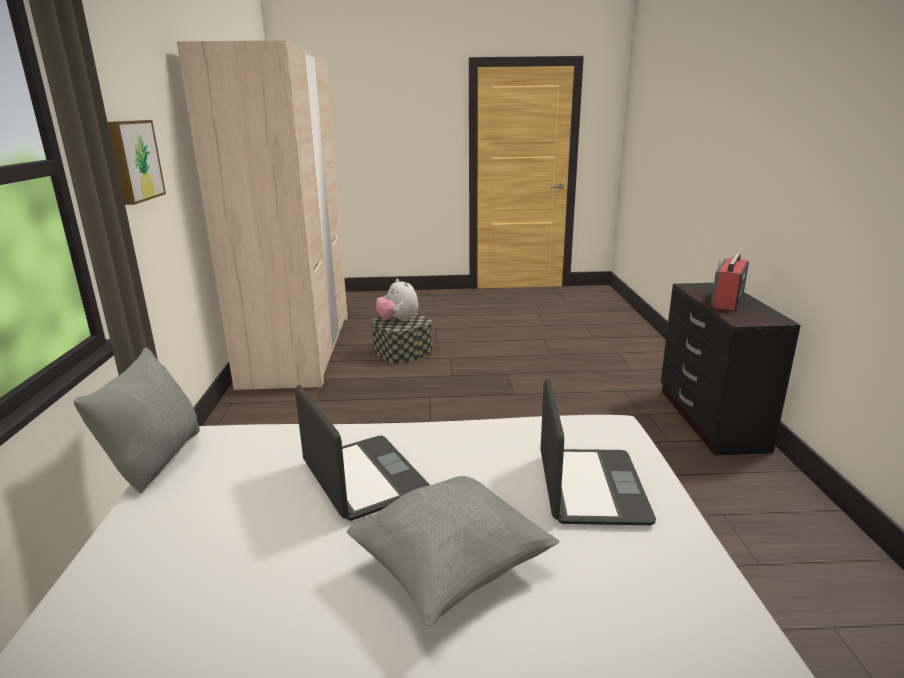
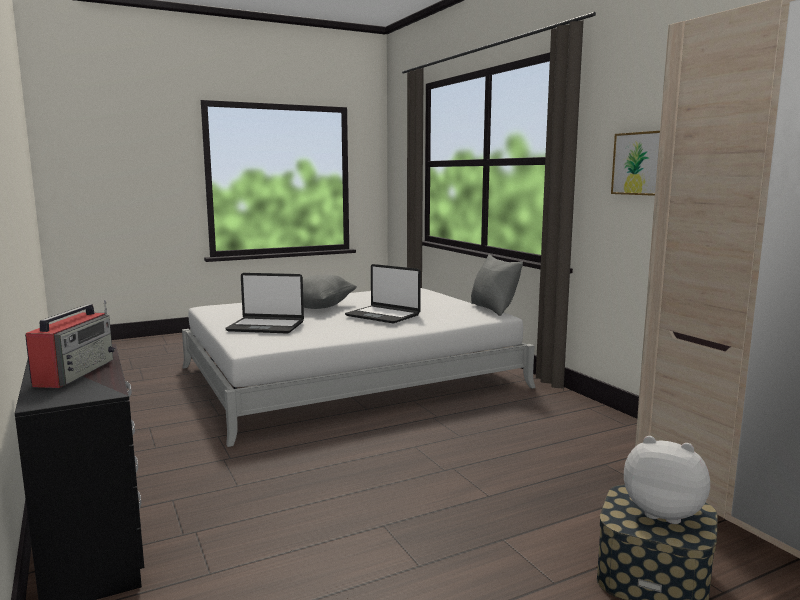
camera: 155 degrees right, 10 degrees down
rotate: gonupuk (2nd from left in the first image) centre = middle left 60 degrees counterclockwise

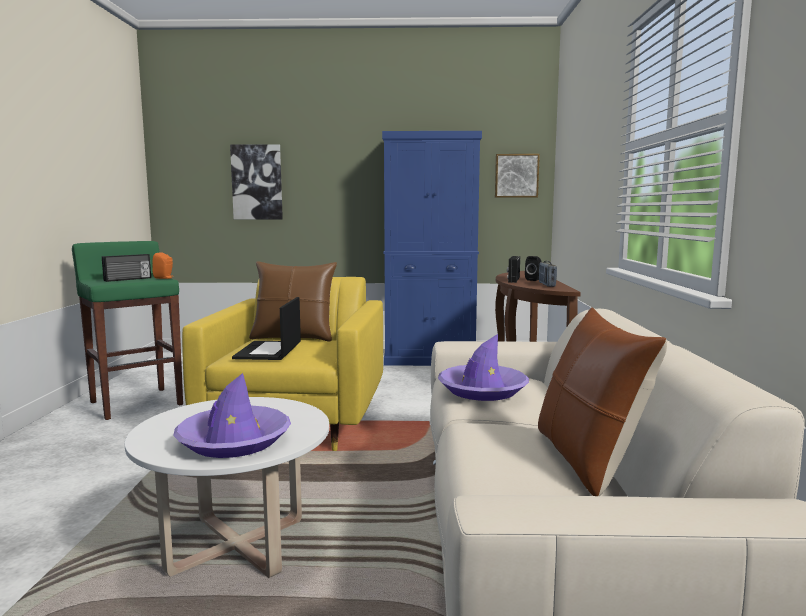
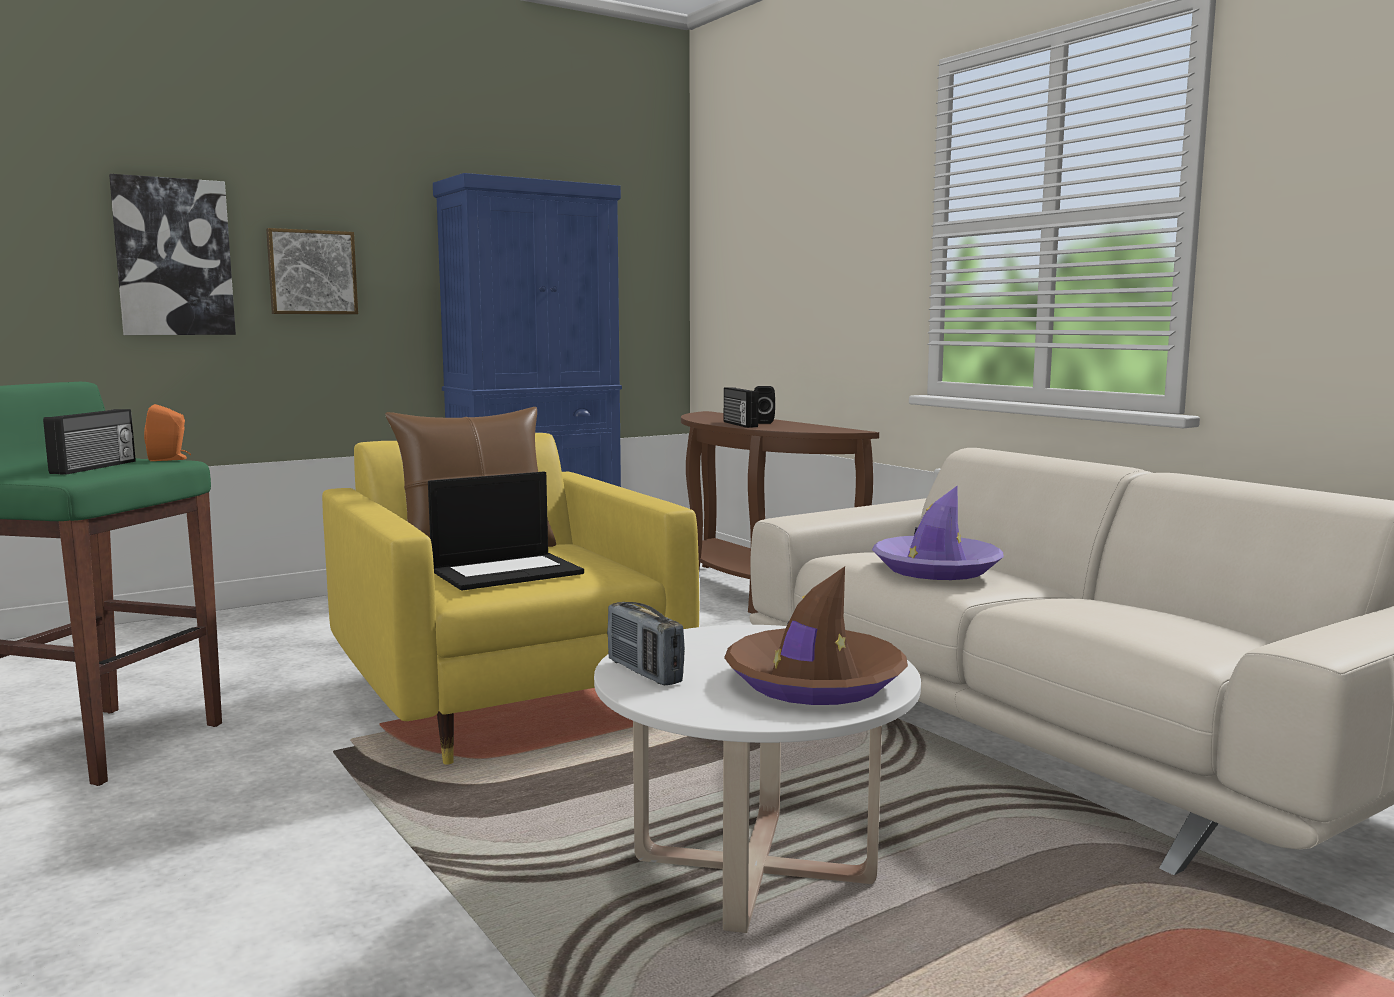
camera: 35 degrees left, 0 degrees up
delete: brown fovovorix (2nd from left) middle right
move: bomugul (2nd from left) top centre to top left; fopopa (3rd from left in the first image) middle right to fopopa (2nd from left) centre
recolor: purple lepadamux (1st from left) bottom left to brown lepadamux centre
rotate: gonupuk middle left = centre 90 degrees counterclockwise

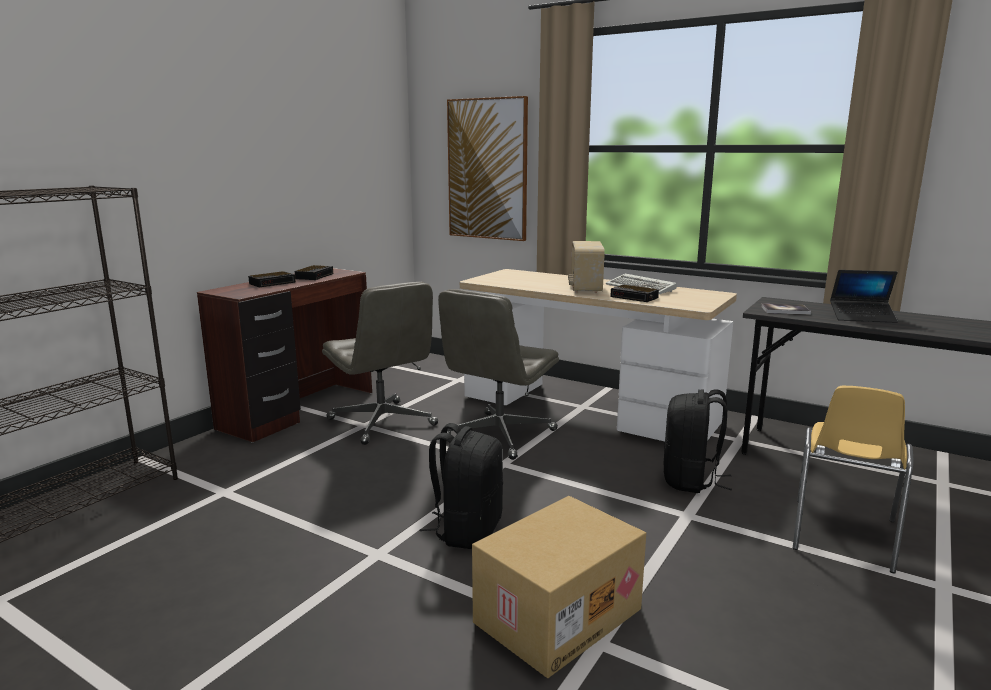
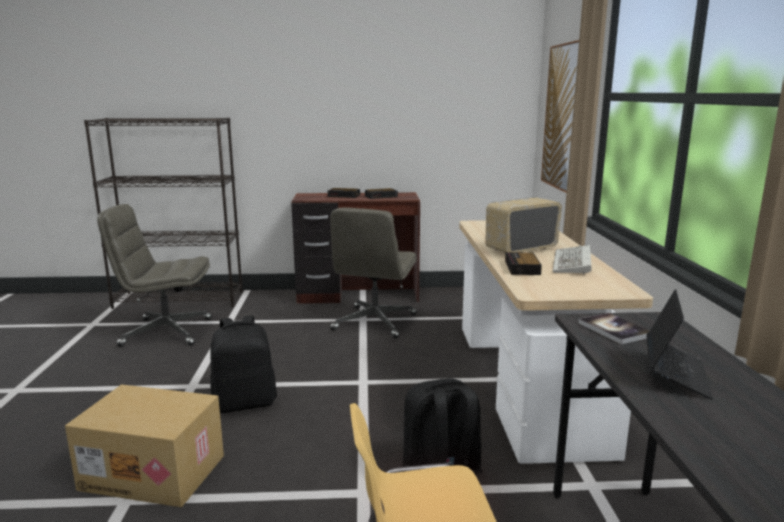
camera: 55 degrees right, 0 degrees up
move: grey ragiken (2nd from left in the first image) centre to grey ragiken (1st from left) middle left
rotate: gonupuk middle right = middle right 135 degrees counterclockwise

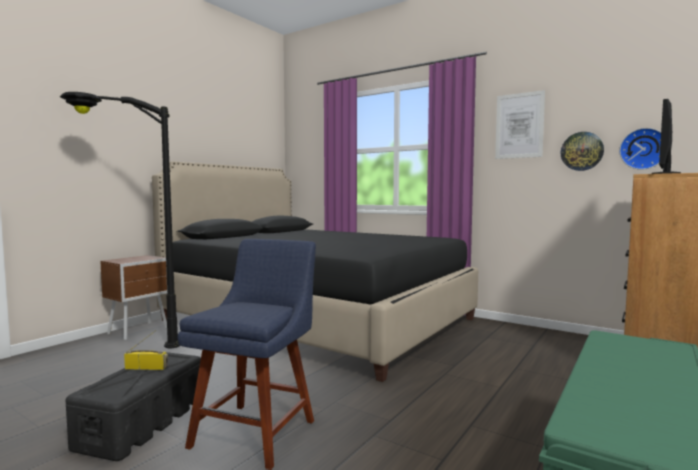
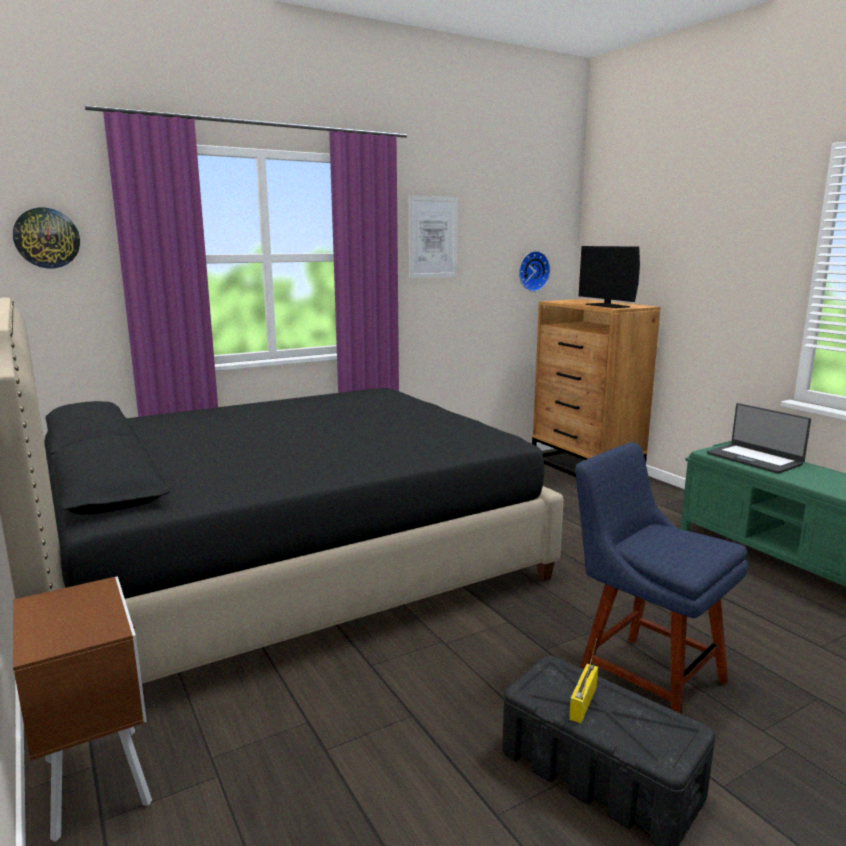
camera: 65 degrees left, 10 degrees up
delete: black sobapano middle left
insert: gonupuk middle right
move: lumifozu (1st from left) top right to top left

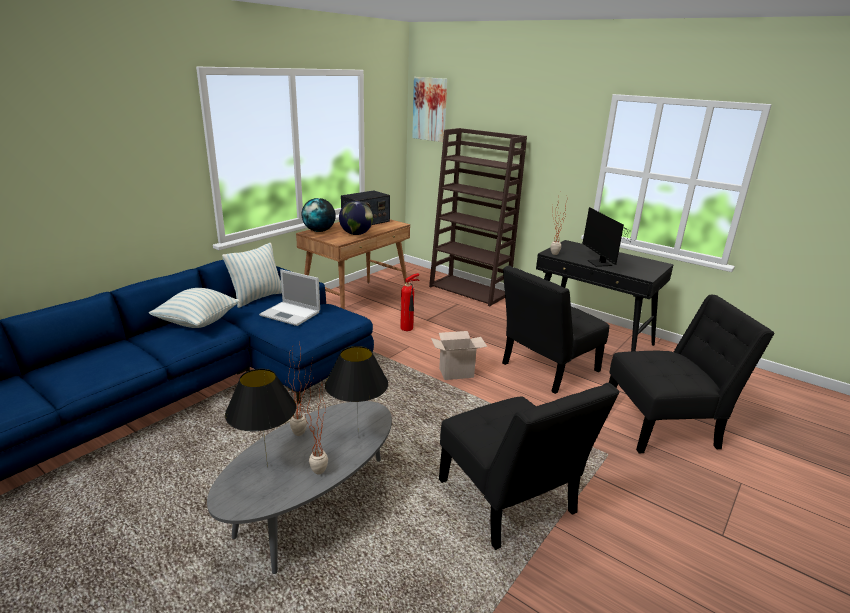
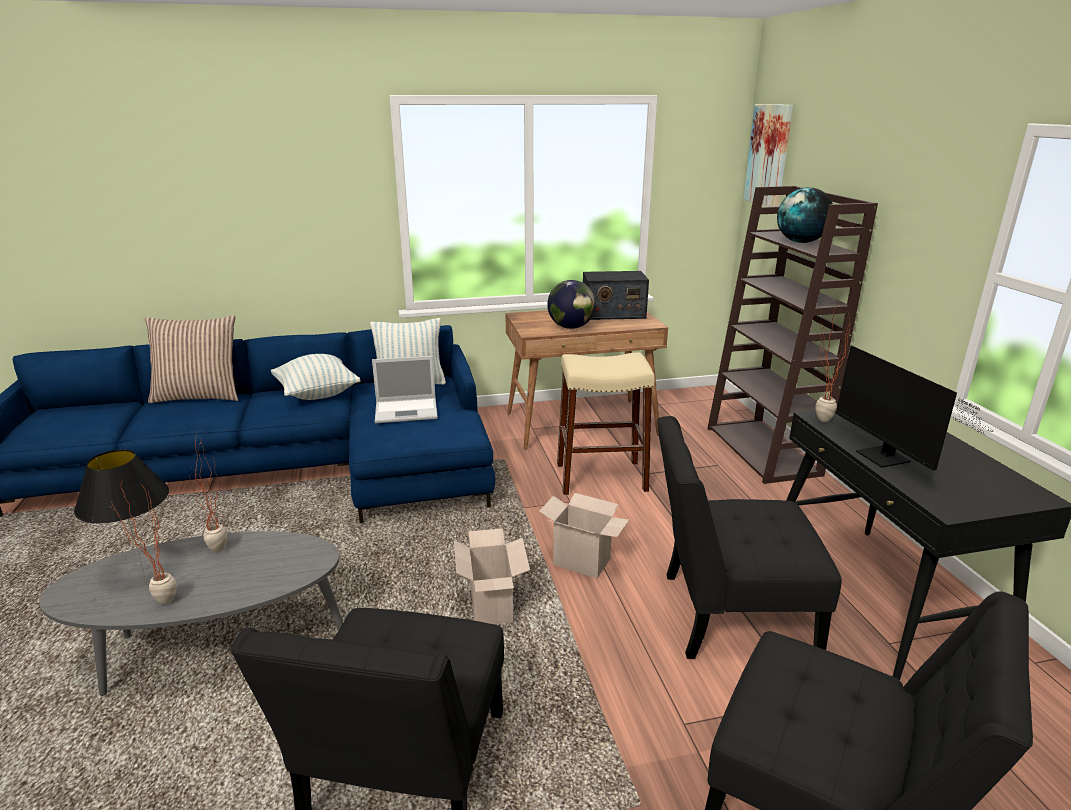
camera: 40 degrees right, 0 degrees up
delete: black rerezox (2nd from left) centre
insert: fovovorix (1st from left) middle left; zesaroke (1st from left) bottom centre
move: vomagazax (1st from left in the first image) centre to vomagazax (2nd from left) top right
replace: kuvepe centre to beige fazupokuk centre
rotate: gonupuk centre = centre 75 degrees counterclockwise; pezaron middle right = middle right 45 degrees counterclockwise

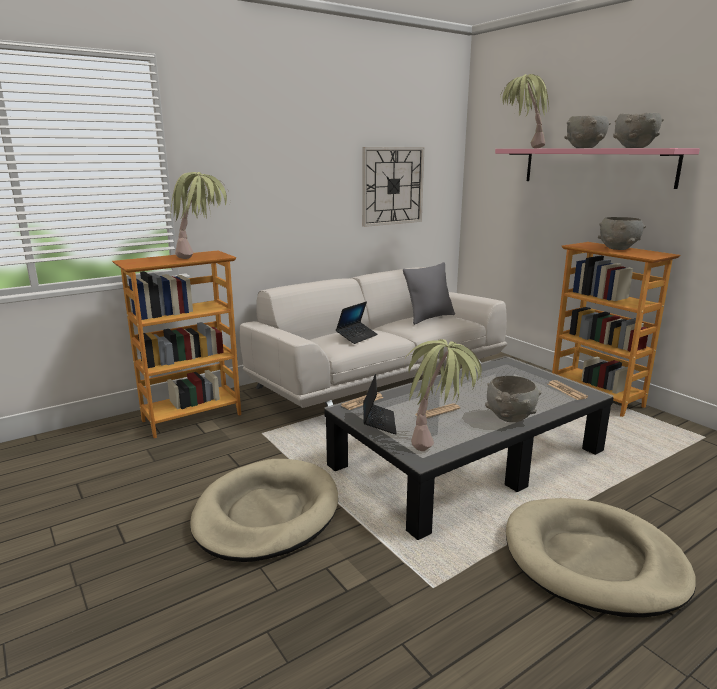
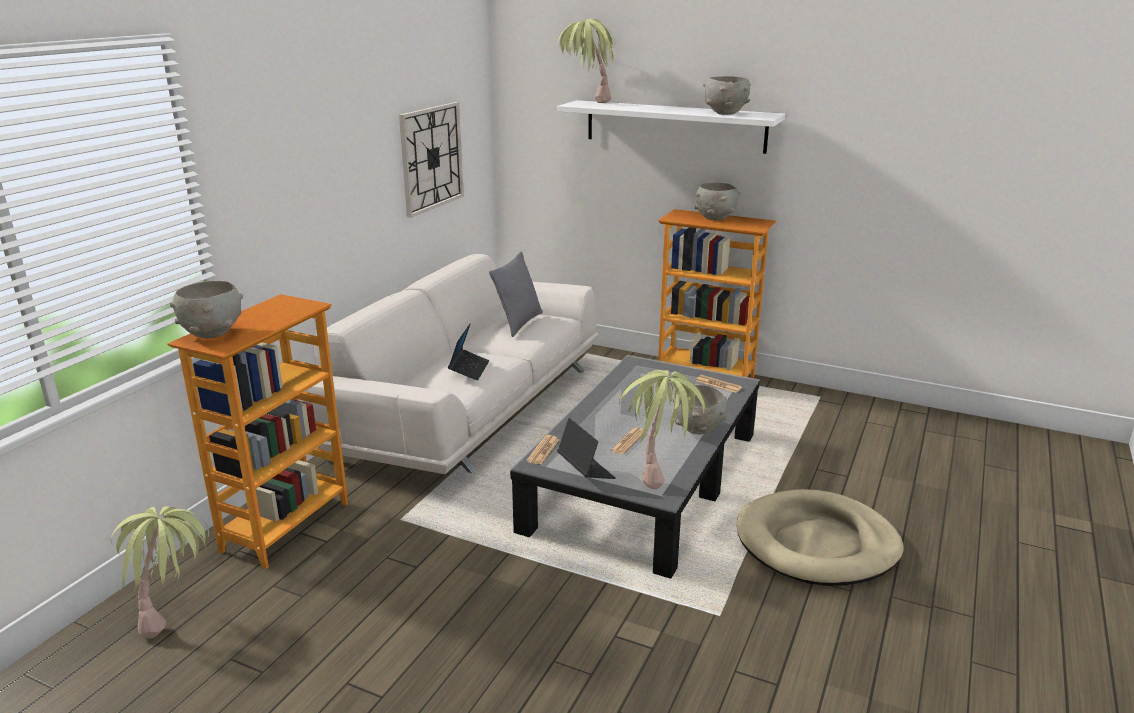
camera: 30 degrees left, 5 degrees up
delete: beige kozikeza (1st from left) bottom centre
move: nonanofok (1st from left) top left to bottom left; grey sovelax (2nd from left in the first image) top right to grey sovelax (1st from left) middle left
recolor: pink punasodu top right to white punasodu top centre

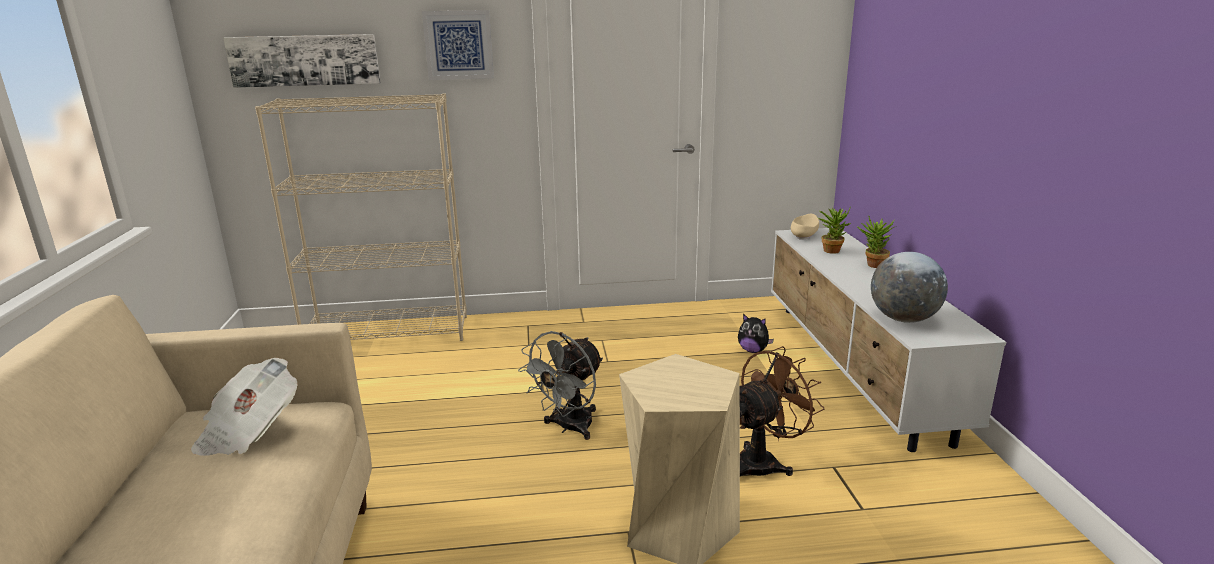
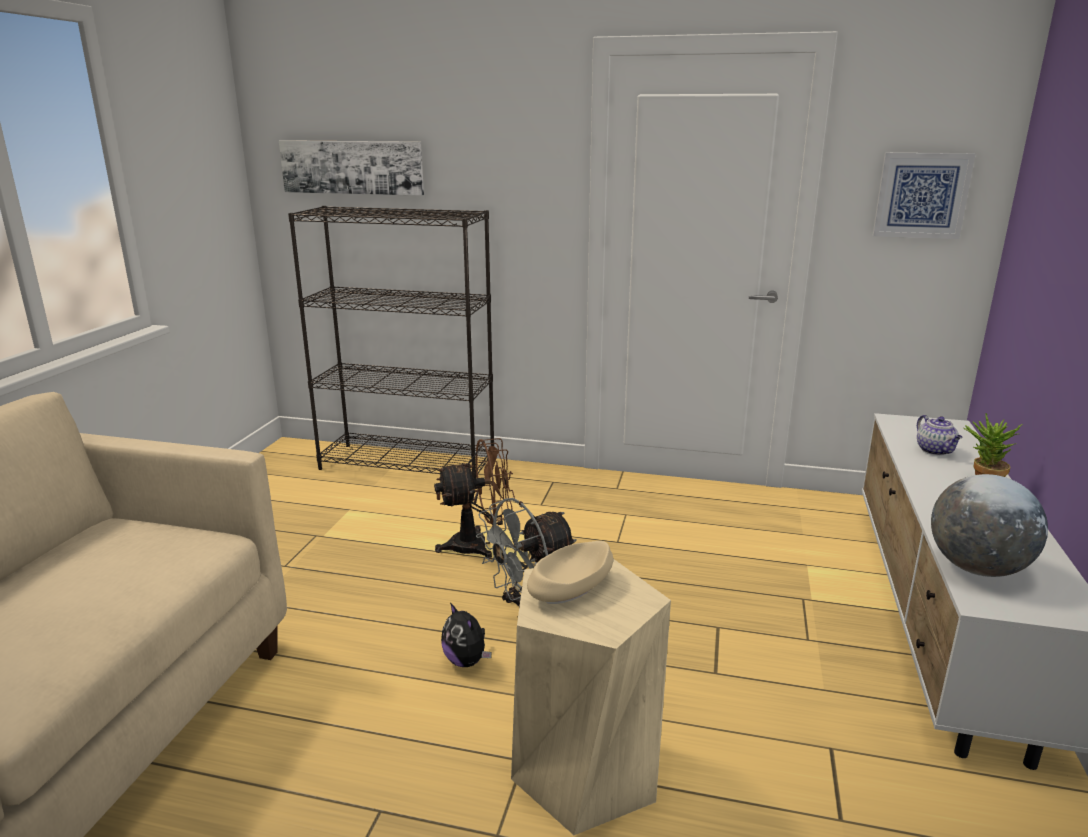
camera: 20 degrees right, 0 degrees up
delete: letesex bottom left
move: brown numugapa bottom centre to centre; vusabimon centre to bottom centre; beige sovelax centre to bottom centre; bomugul (2nd from left) top centre to top right
replace: nonanofok (1st from left) middle right to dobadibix middle right
recolor: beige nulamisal middle left to black nulamisal centre

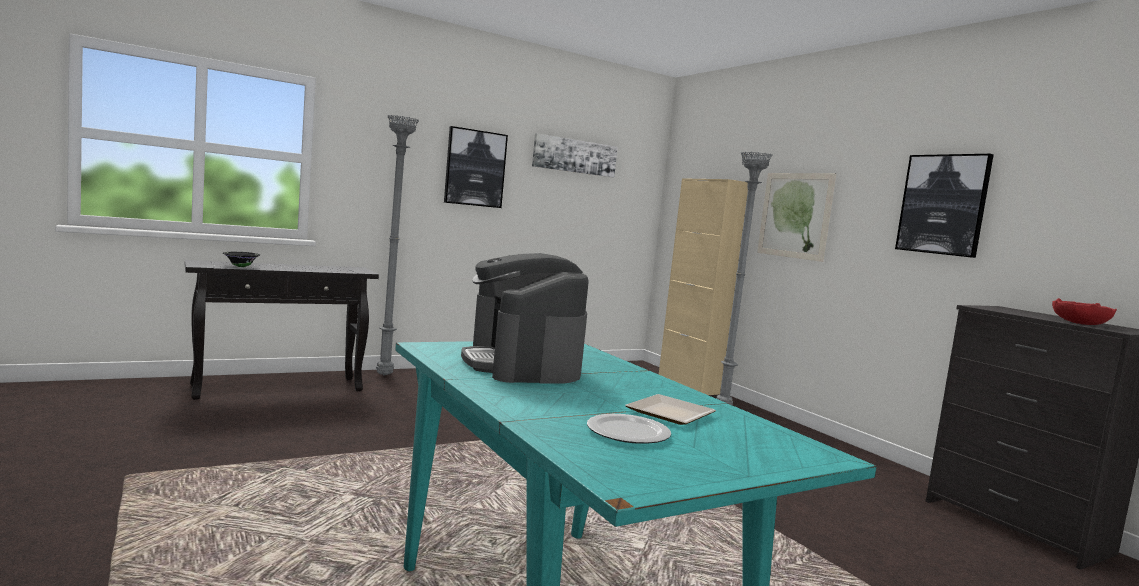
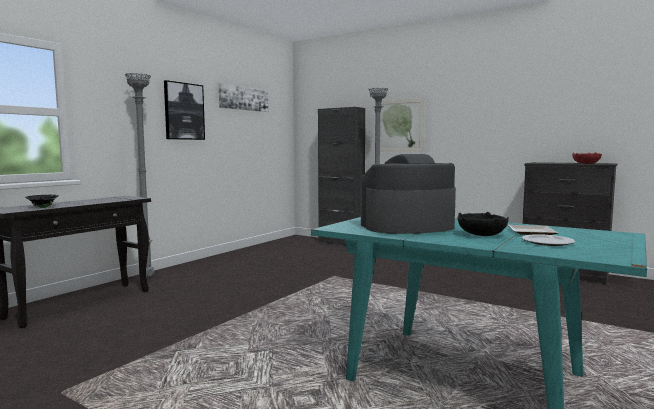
camera: 25 degrees left, 0 degrees up
delete: bomugul (4th from left) middle right
insert: black sovelax (2nd from left) middle right
recolor: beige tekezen centre to black tekezen centre
rotate: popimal centre = centre 120 degrees clockwise

